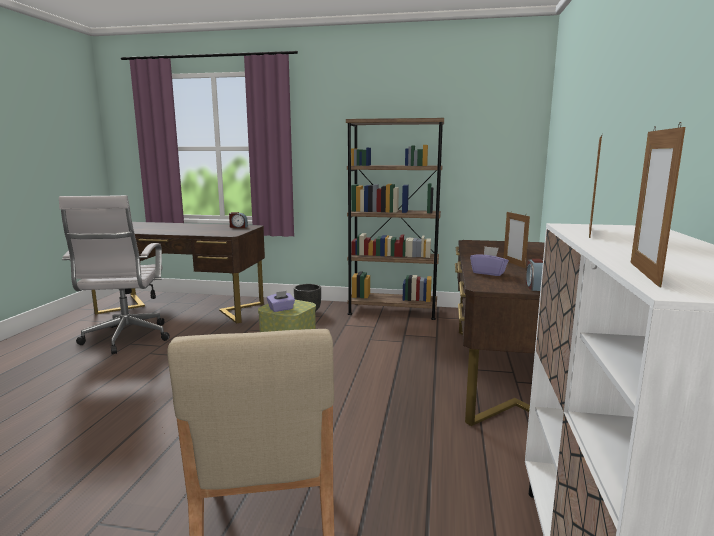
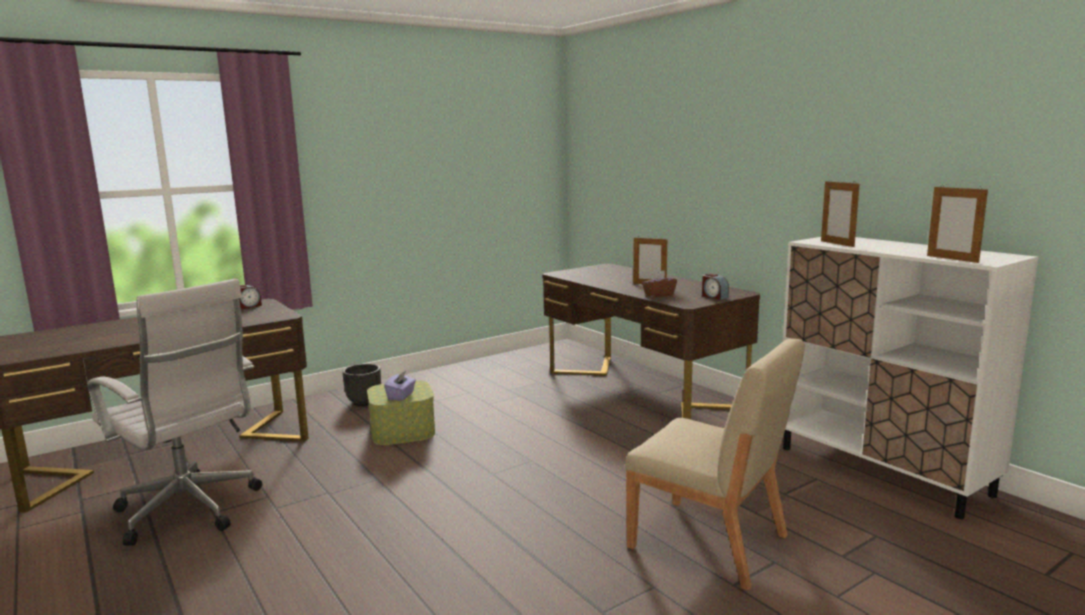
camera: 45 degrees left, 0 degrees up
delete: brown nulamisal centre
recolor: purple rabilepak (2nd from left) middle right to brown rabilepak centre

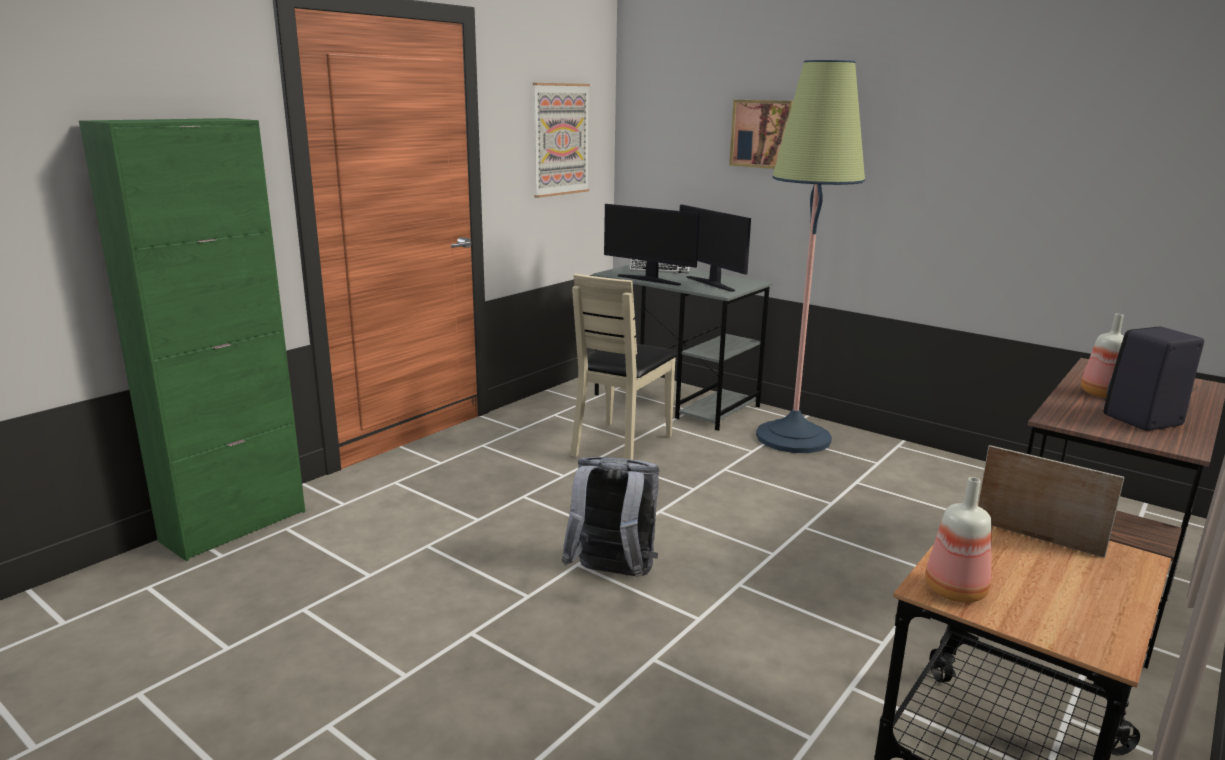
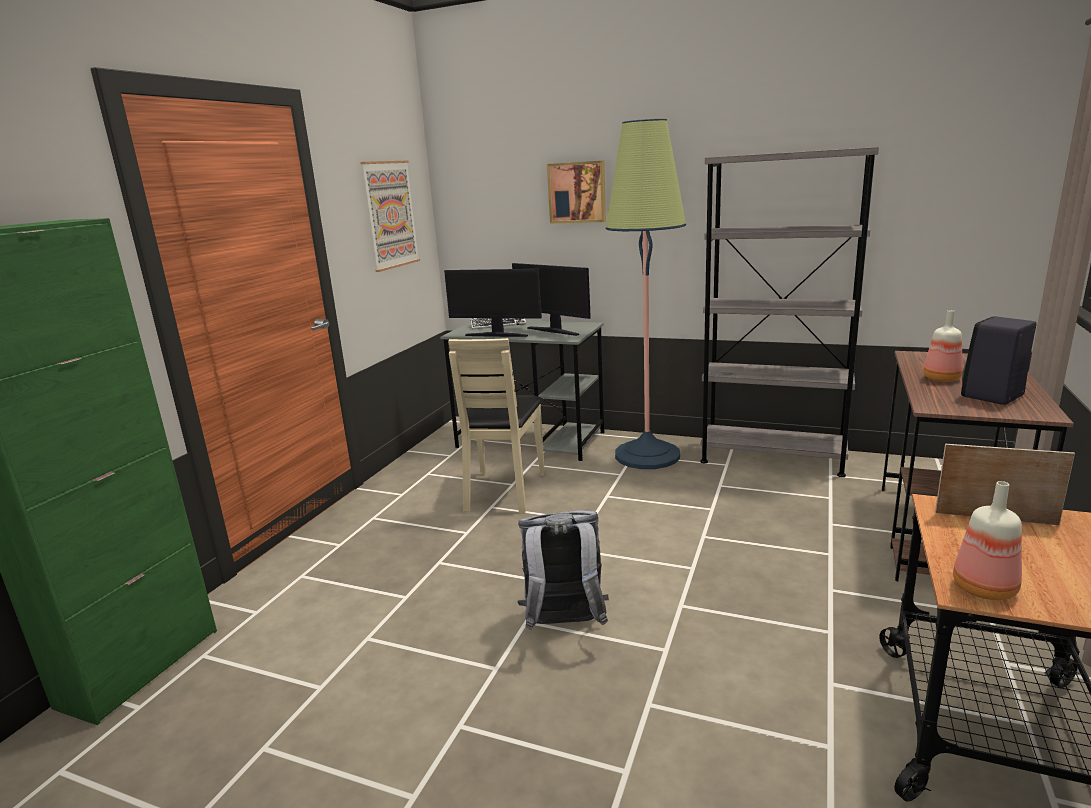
camera: 15 degrees left, 0 degrees up
insert: grey nulamisal middle right

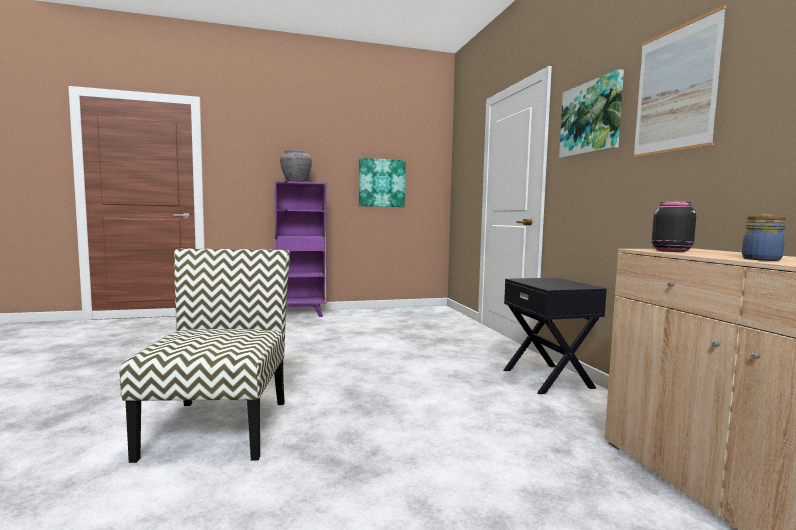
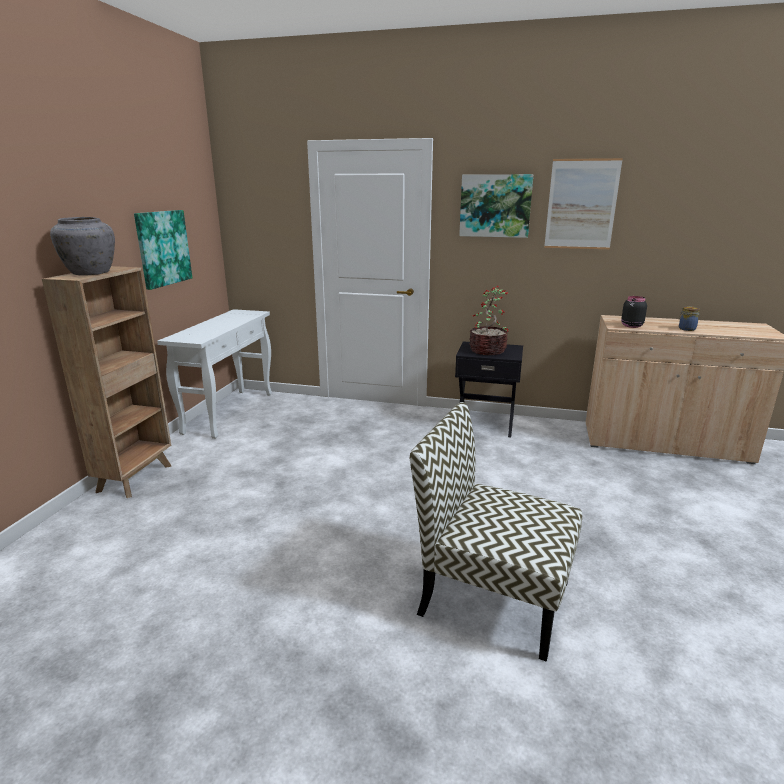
camera: 60 degrees left, 15 degrees up
insert: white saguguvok middle left; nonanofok centre
recolor: purple nulamisal centre to brown nulamisal middle left

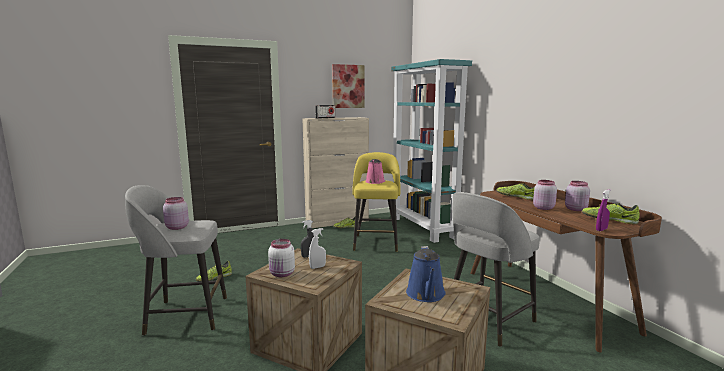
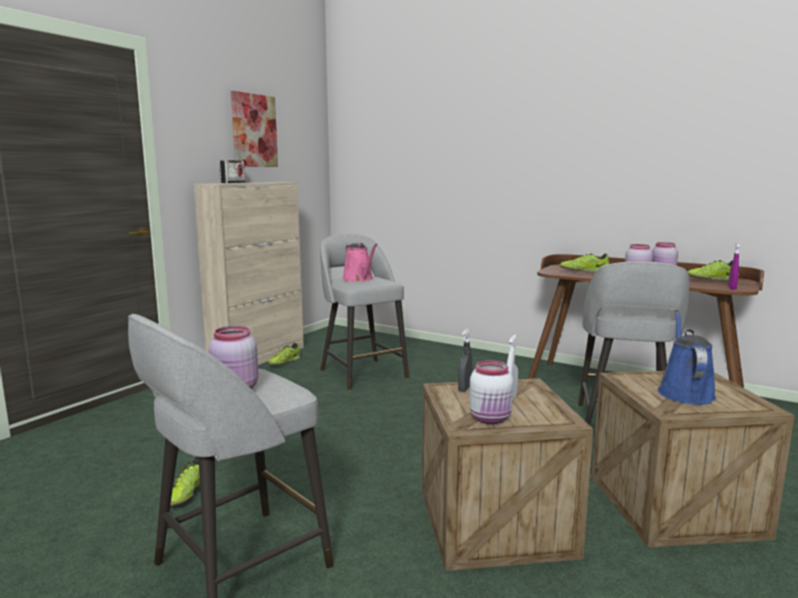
camera: 35 degrees left, 0 degrees up
delete: turquoise nulamisal centre
recolor: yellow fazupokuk centre to grey fazupokuk (2nd from left) centre
rotate: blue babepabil bottom centre = middle right 135 degrees counterclockwise

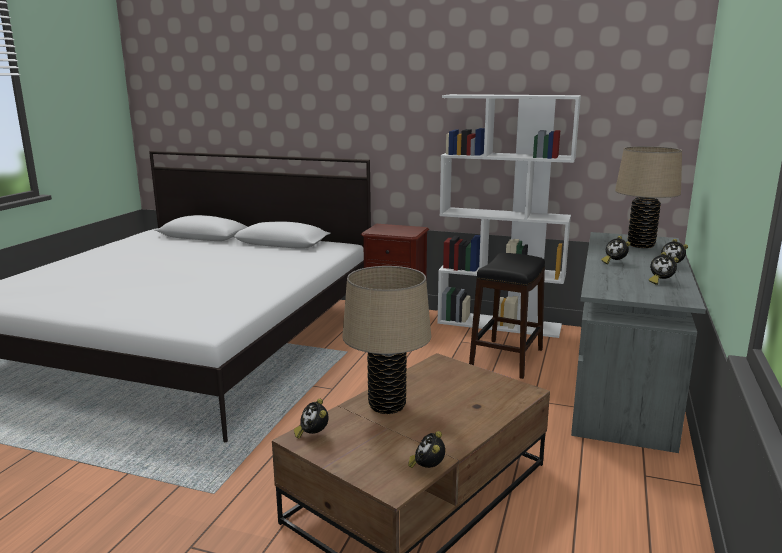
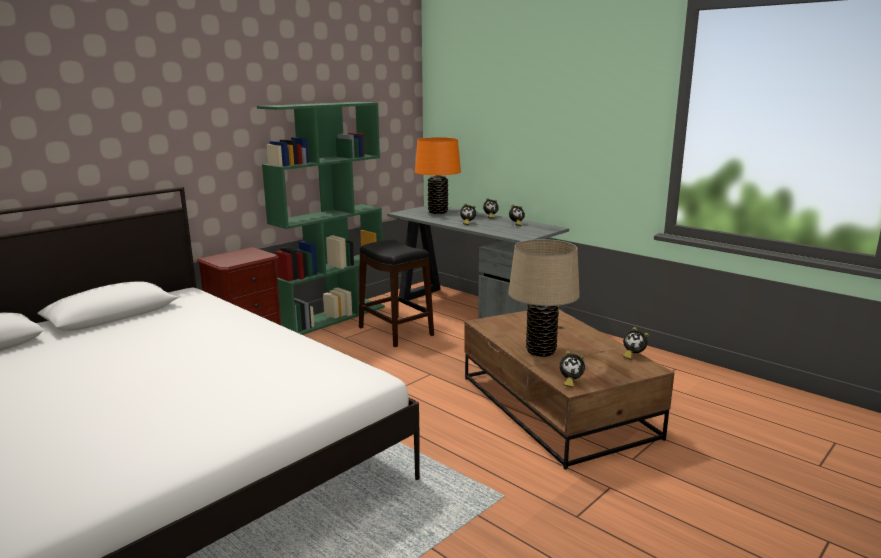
camera: 65 degrees left, 0 degrees up
recolor: white nulamisal centre to green nulamisal centre; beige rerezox (2nd from left) middle right to orange rerezox top centre

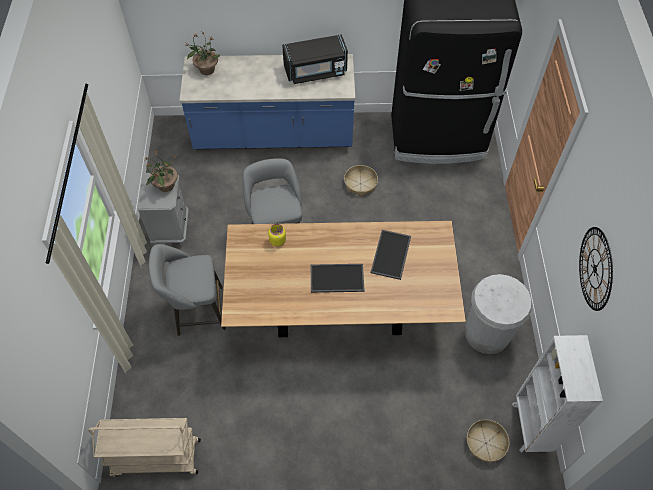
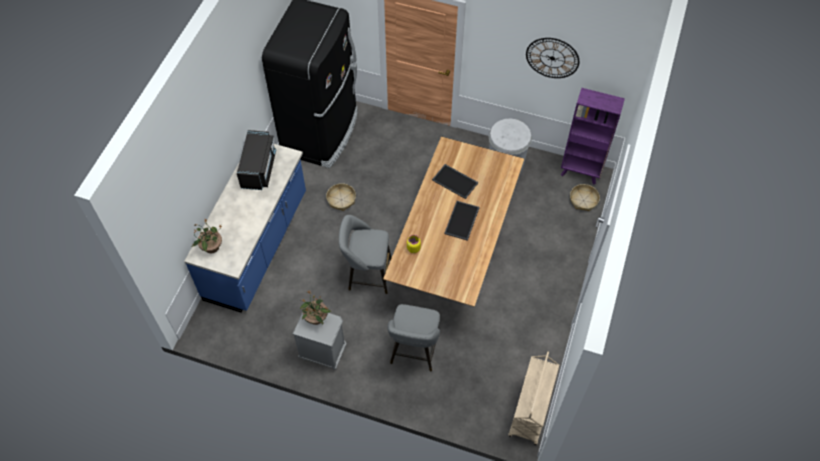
camera: 70 degrees left, 0 degrees up
recolor: white nulamisal bottom right to purple nulamisal top right

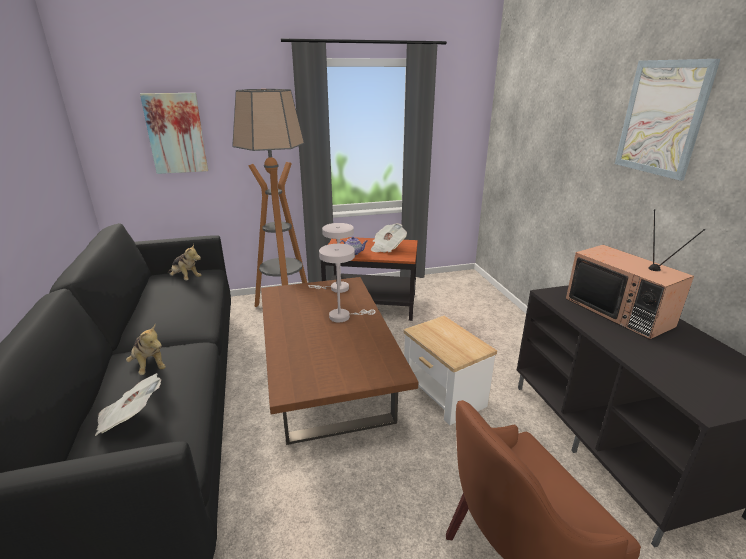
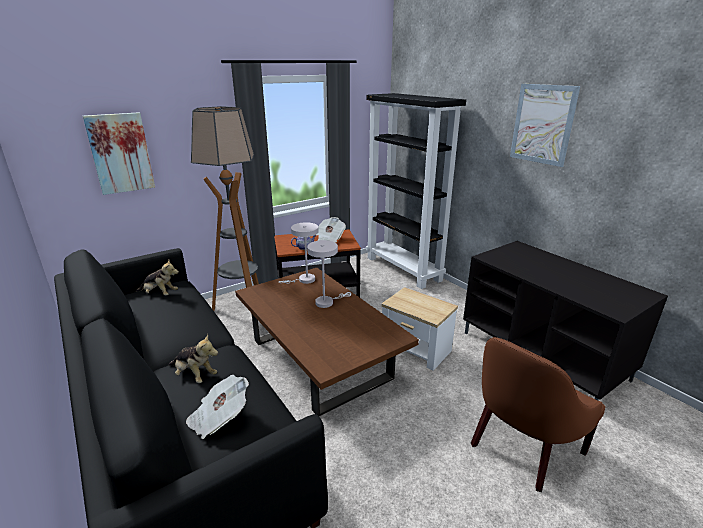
camera: 20 degrees left, 0 degrees up
delete: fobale middle right
insert: black nulamisal centre

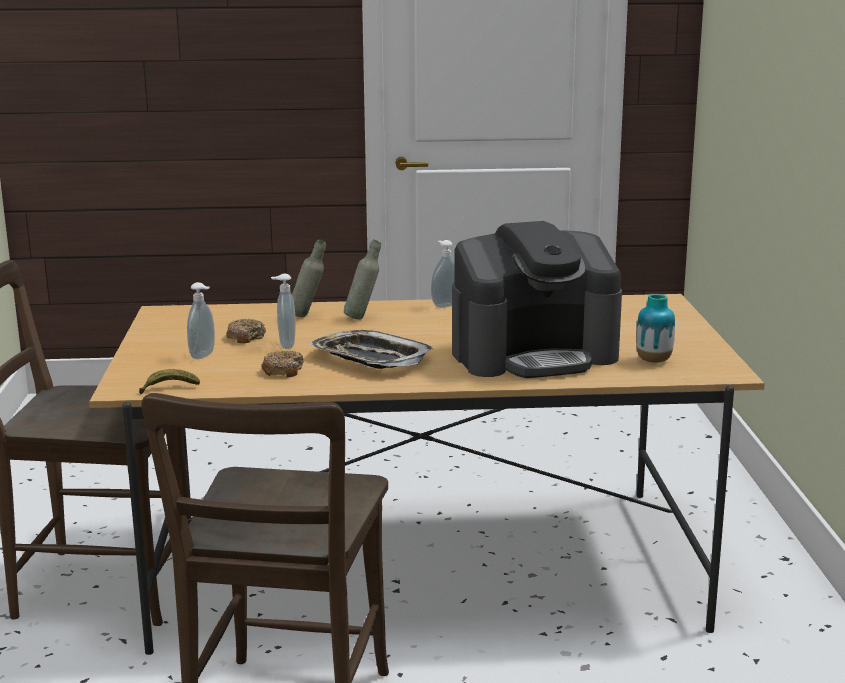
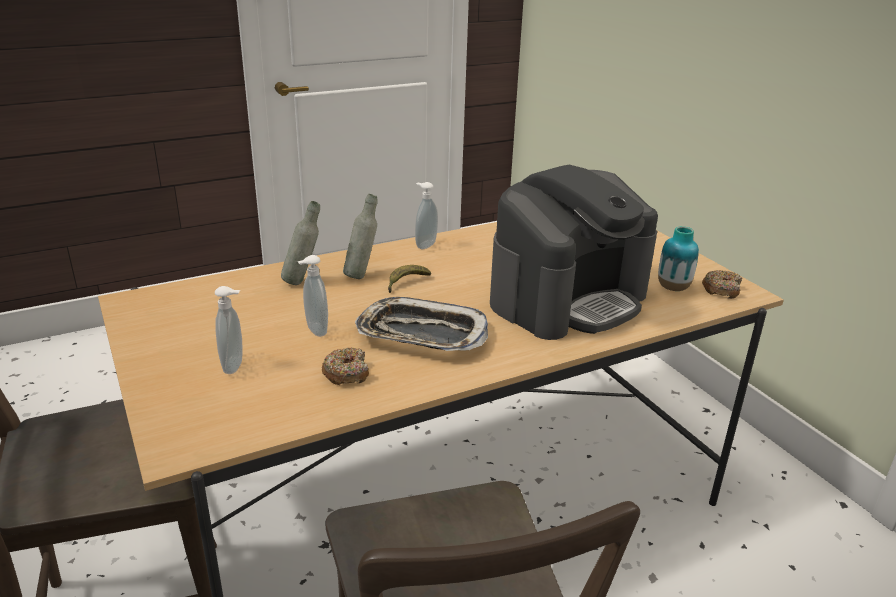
camera: 25 degrees left, 10 degrees up
move: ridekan middle left to centre; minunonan (1st from left in the first image) middle left to minunonan (2nd from left) middle right

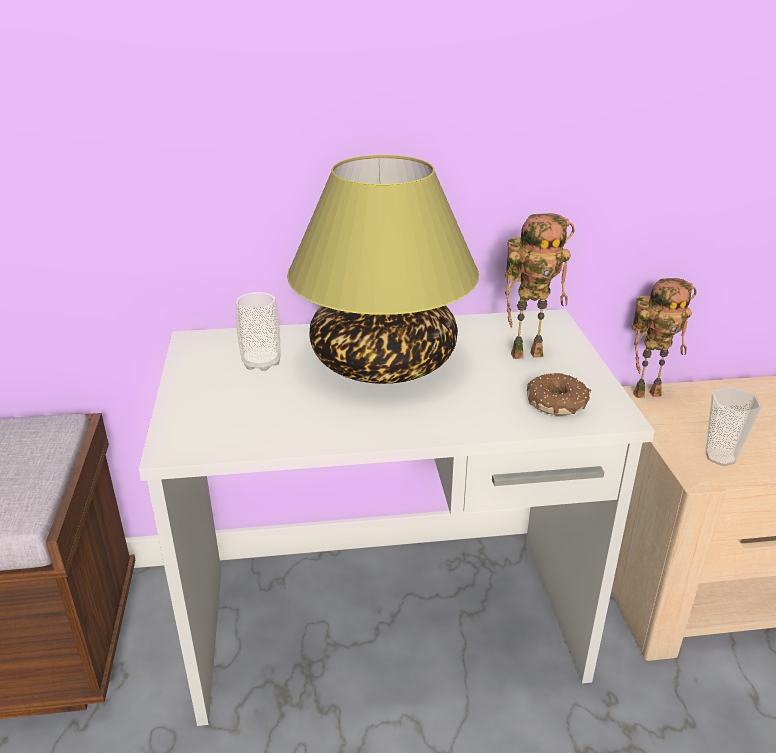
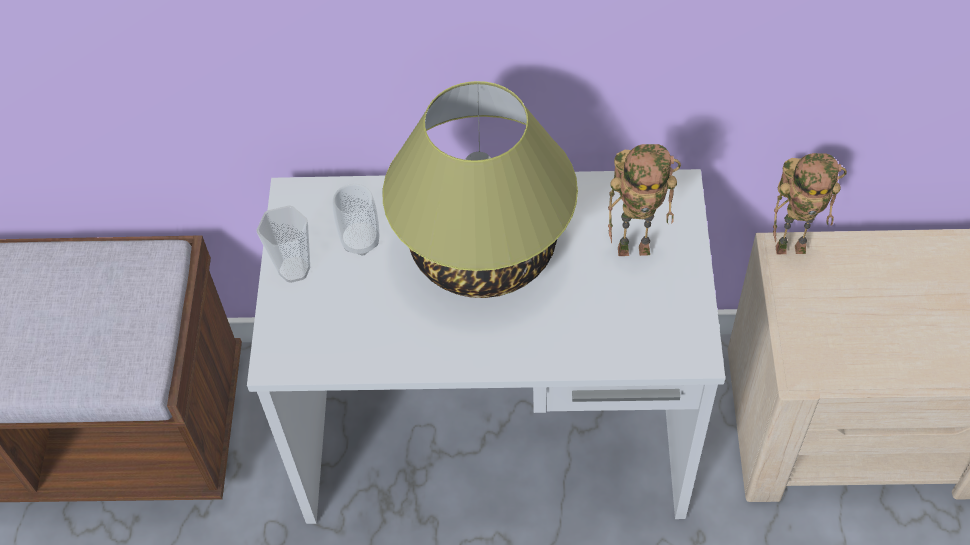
camera: 10 degrees right, 25 degrees up
delete: minunonan middle right
move: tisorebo (2nd from left in the first image) middle right to tisorebo (1st from left) middle left

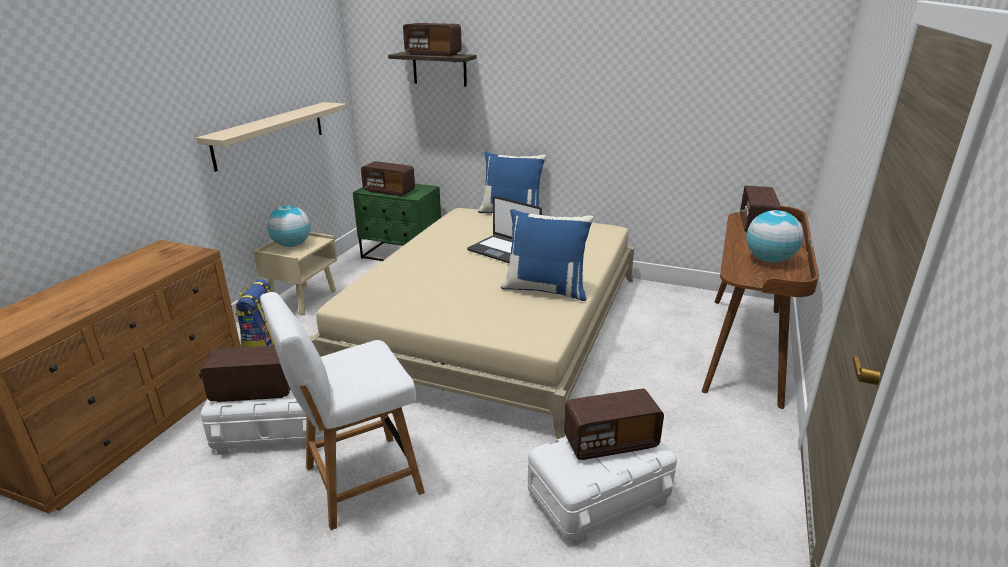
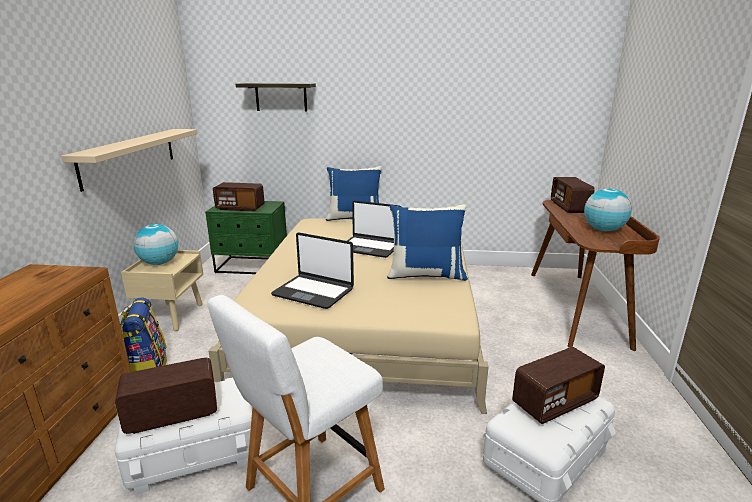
camera: 15 degrees left, 5 degrees down
delete: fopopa (3rd from left) top centre
insert: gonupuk (1st from left) centre

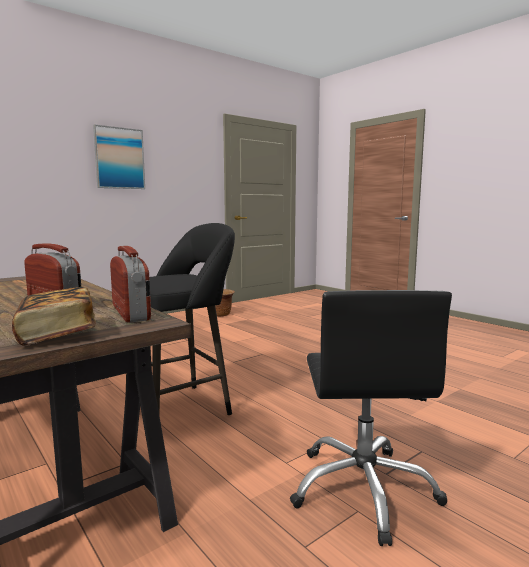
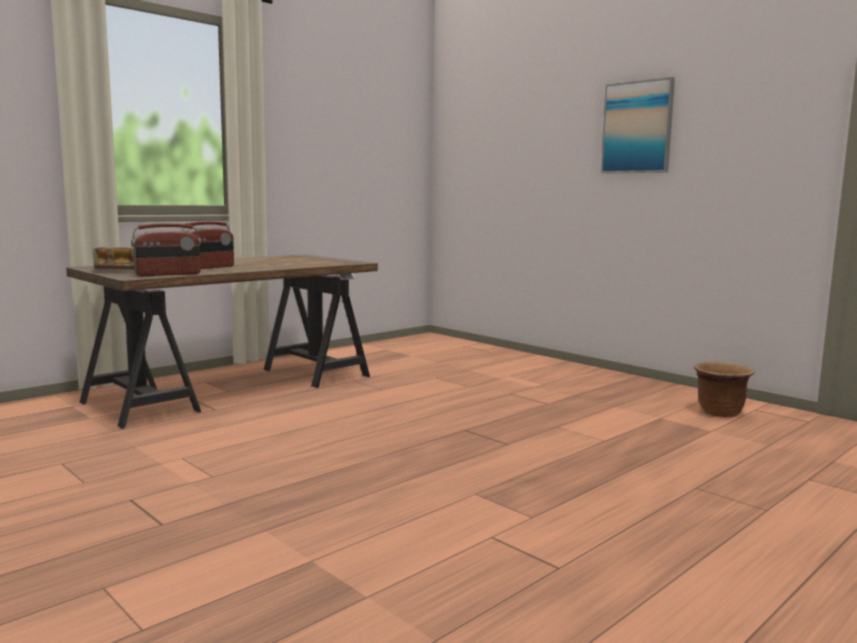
camera: 85 degrees right, 0 degrees up
delete: black fazupokuk centre; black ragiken bottom right

